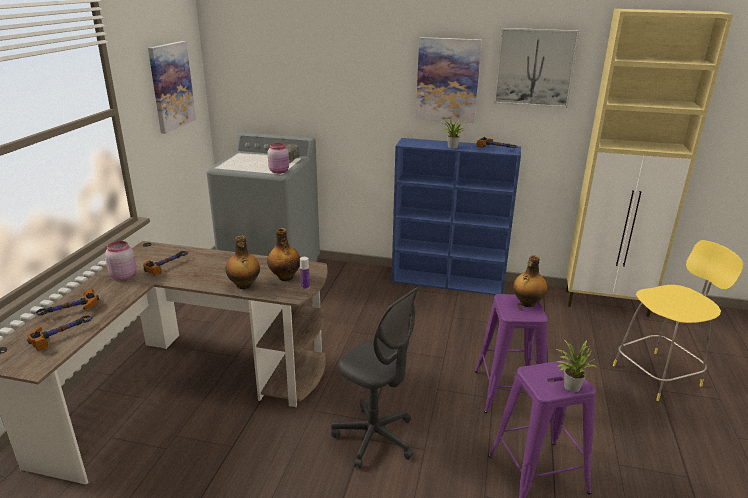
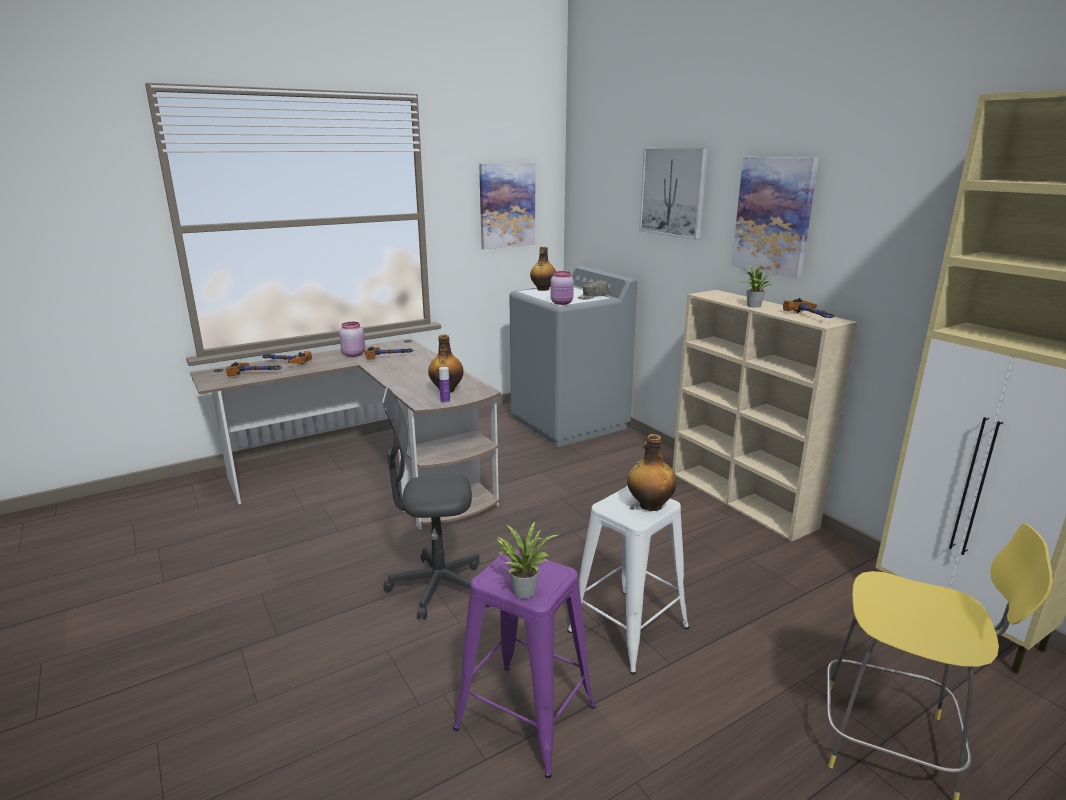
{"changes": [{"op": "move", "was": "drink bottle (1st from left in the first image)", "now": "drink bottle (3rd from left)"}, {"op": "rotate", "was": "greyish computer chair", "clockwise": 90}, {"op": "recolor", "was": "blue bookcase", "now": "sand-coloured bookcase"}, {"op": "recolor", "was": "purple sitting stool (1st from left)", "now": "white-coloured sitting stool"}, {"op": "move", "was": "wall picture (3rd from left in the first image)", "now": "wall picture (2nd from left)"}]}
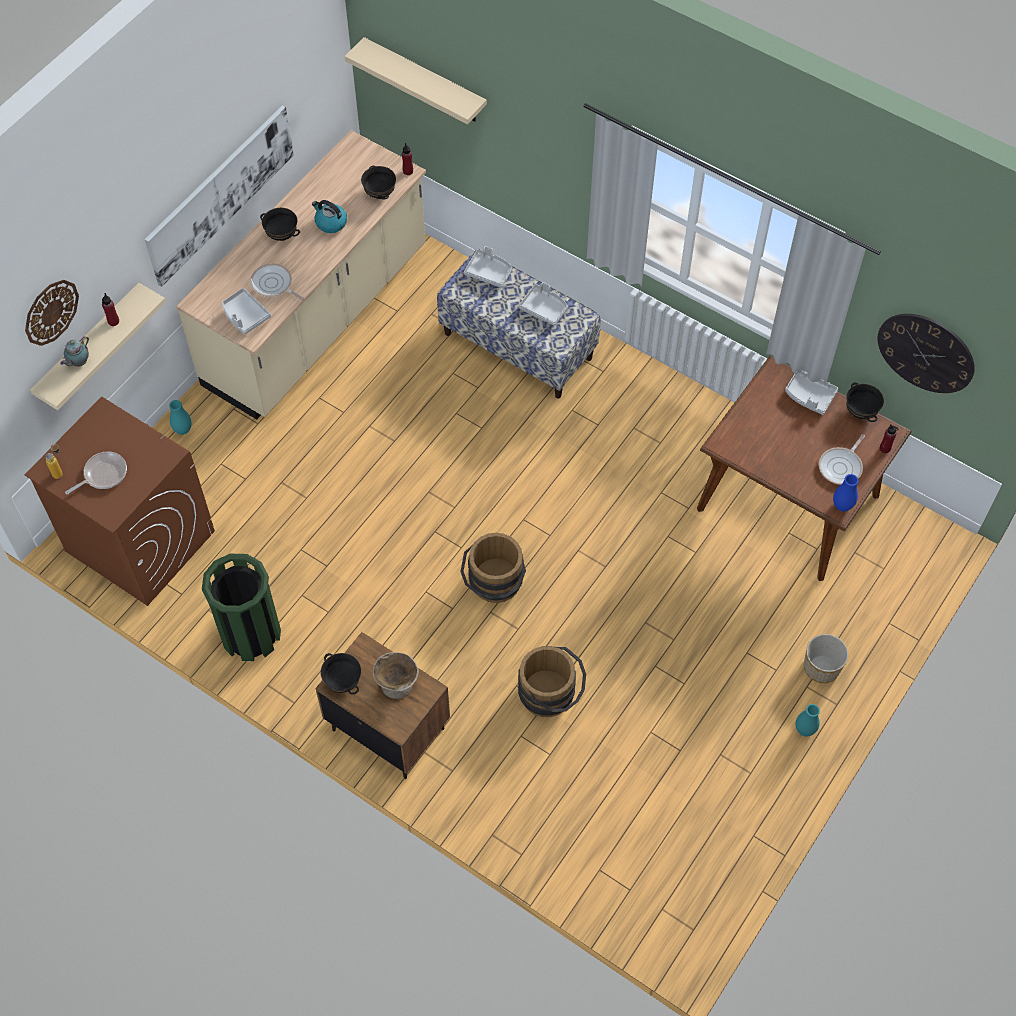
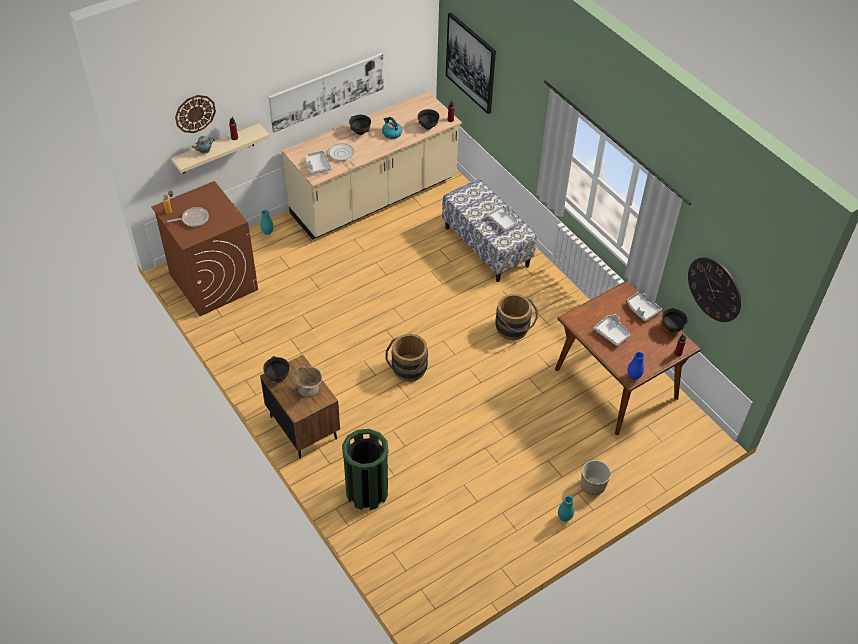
{"changes": [{"op": "move", "was": "green-coloured waste bin"}, {"op": "replace", "was": "sand-coloured wall shelf (2nd from left)", "now": "wall picture (2nd from left)"}, {"op": "move", "was": "greyish carrying tray (2nd from left in the first image)", "now": "greyish carrying tray (3rd from left)"}, {"op": "move", "was": "brownish water bucket (2nd from left)"}, {"op": "delete", "was": "pan (3rd from left)"}]}
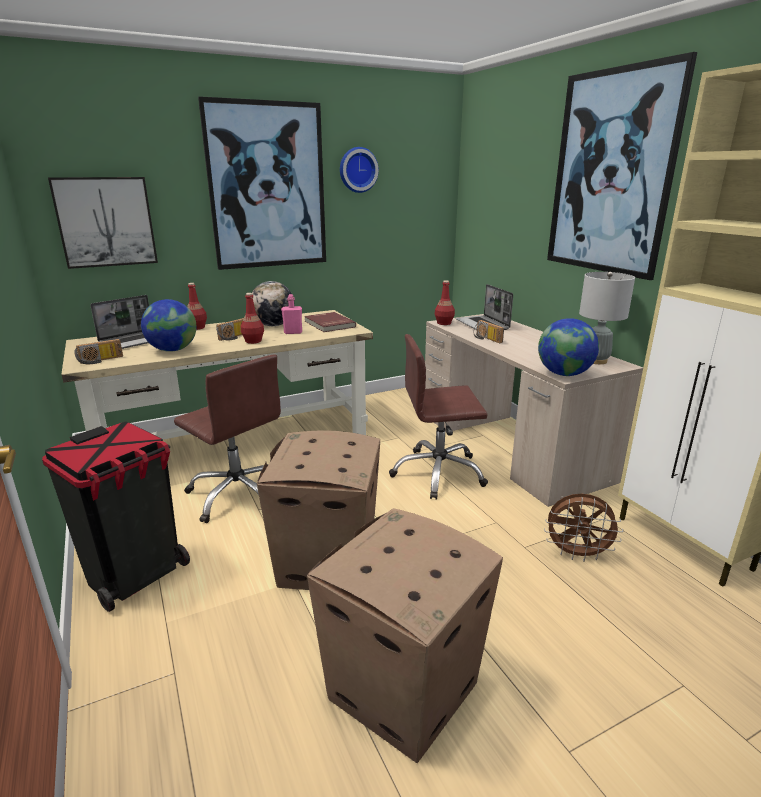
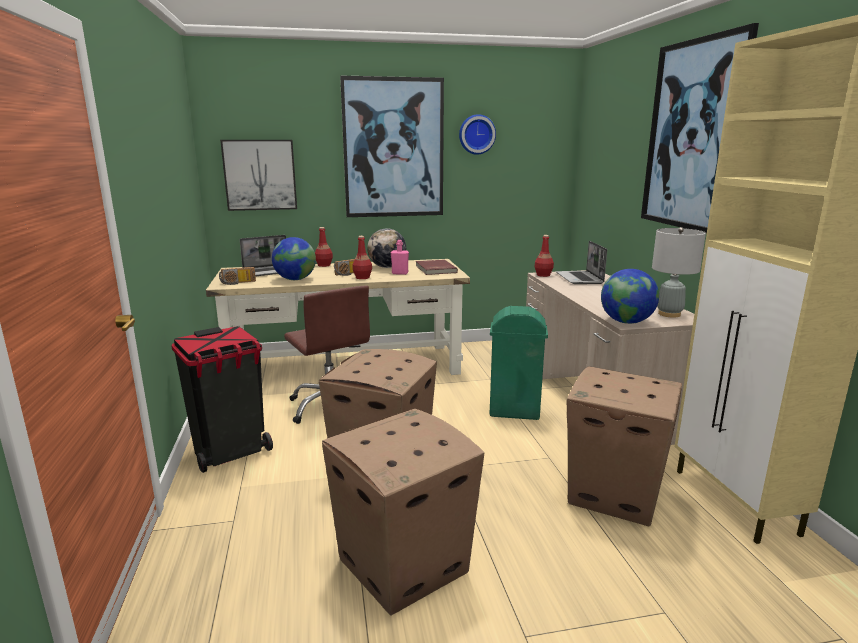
{"changes": [{"op": "replace", "was": "brownish computer chair (2nd from left)", "now": "green-coloured waste bin"}, {"op": "delete", "was": "radio set (3rd from left)"}, {"op": "replace", "was": "brownish cooling fan", "now": "carton (3rd from left)"}]}
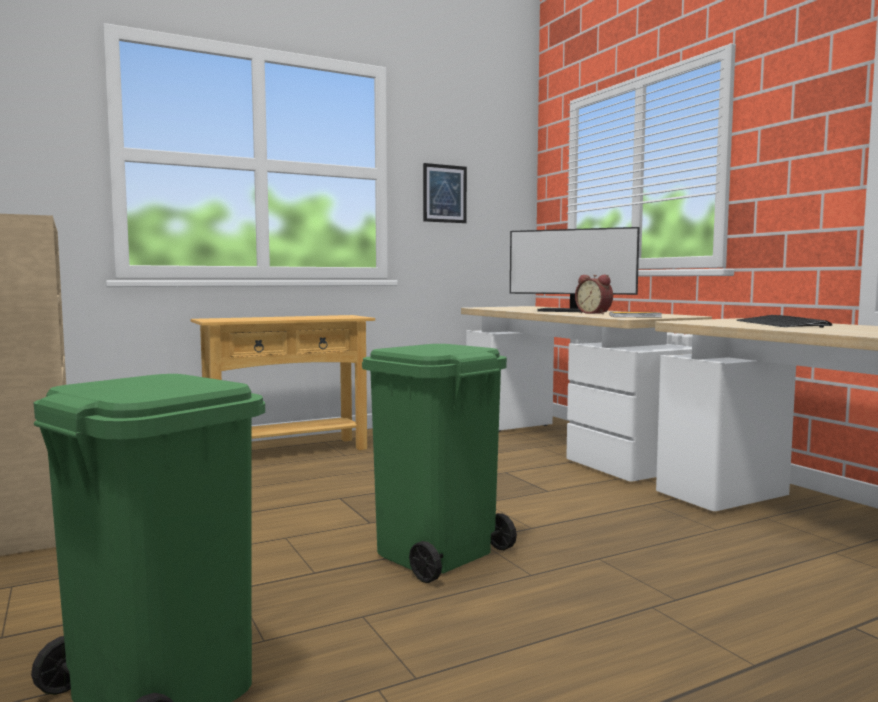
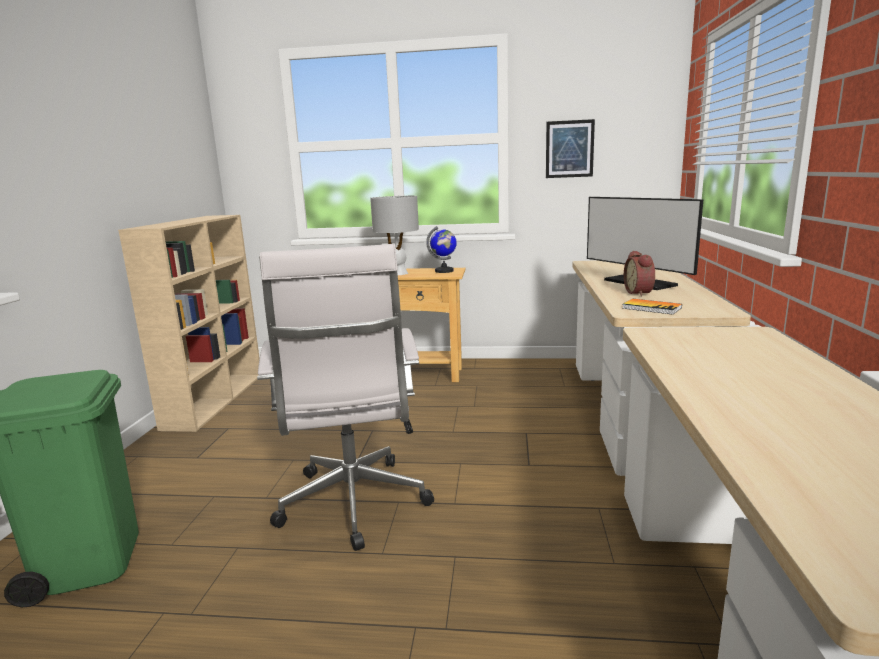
{"changes": [{"op": "replace", "was": "green-coloured waste bin (2nd from left)", "now": "white-coloured computer chair"}, {"op": "delete", "was": "computer keyboard"}, {"op": "insert", "now": "greyish table lamp"}, {"op": "insert", "now": "globe"}]}
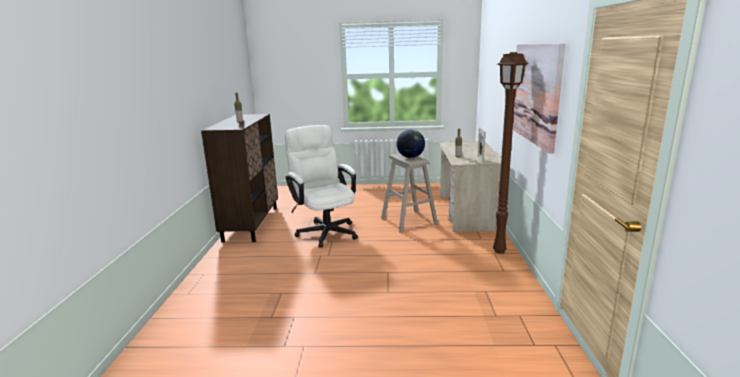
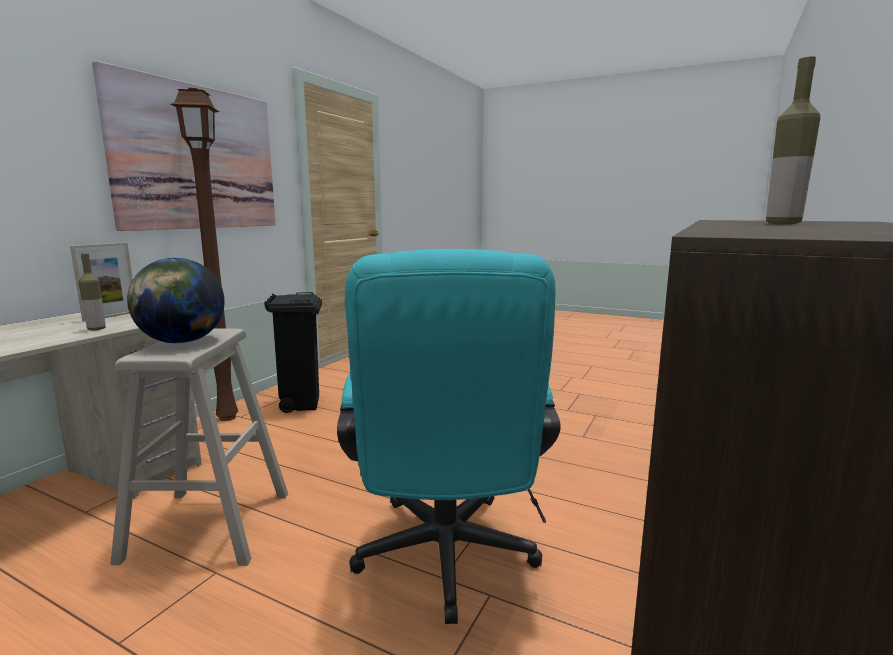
{"changes": [{"op": "recolor", "was": "white-coloured computer chair", "now": "turquoise-coloured computer chair"}, {"op": "insert", "now": "blackish waste bin"}]}
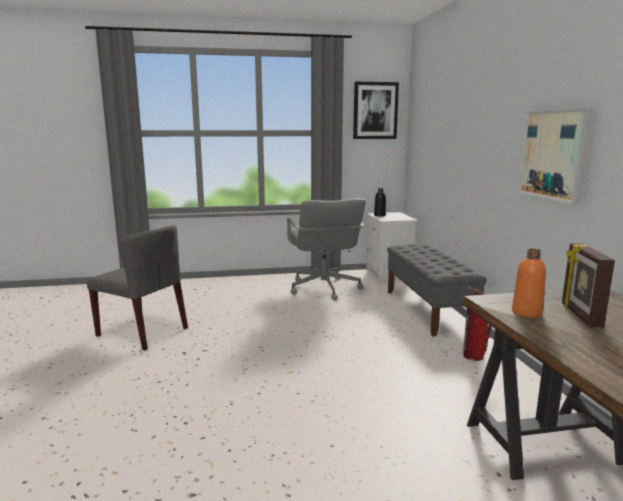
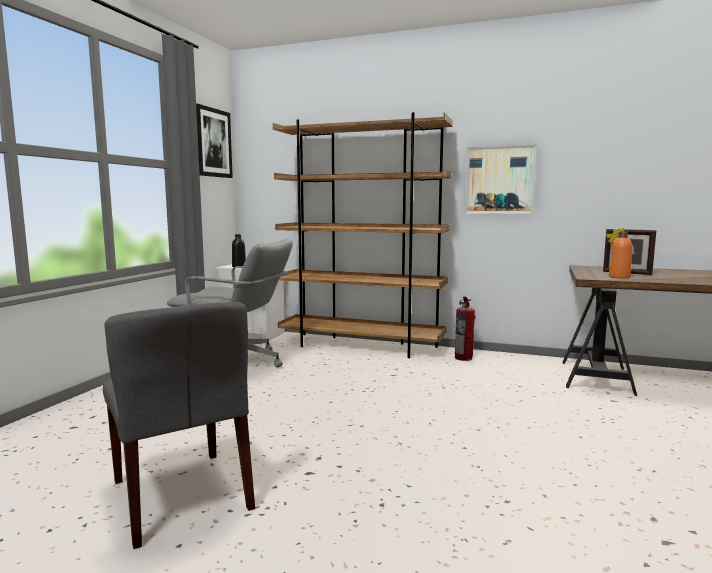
{"changes": [{"op": "rotate", "was": "greyish chair", "clockwise": 90}, {"op": "replace", "was": "greyish indoor bench", "now": "brownish bookcase"}]}
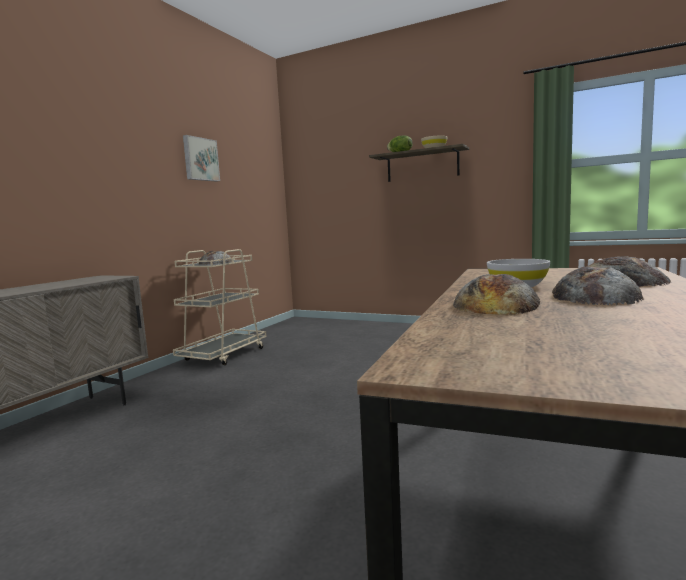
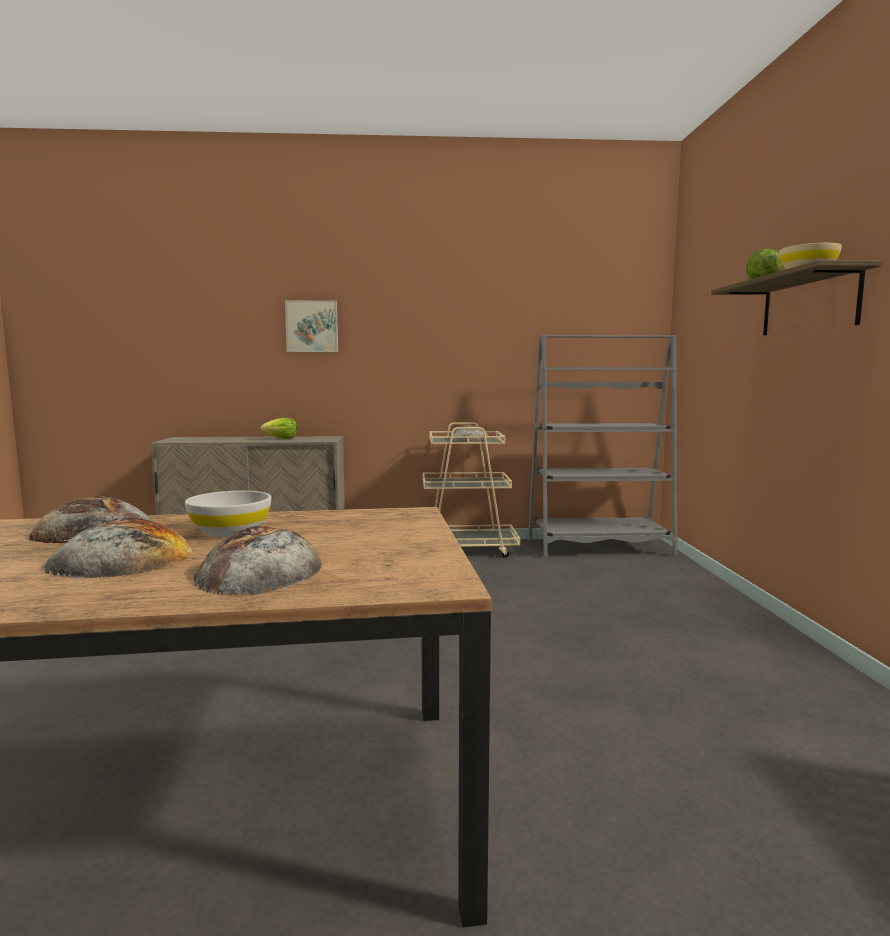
{"changes": [{"op": "move", "was": "wall picture"}, {"op": "insert", "now": "lettuce head (1st from left)"}, {"op": "insert", "now": "greyish bookcase"}]}
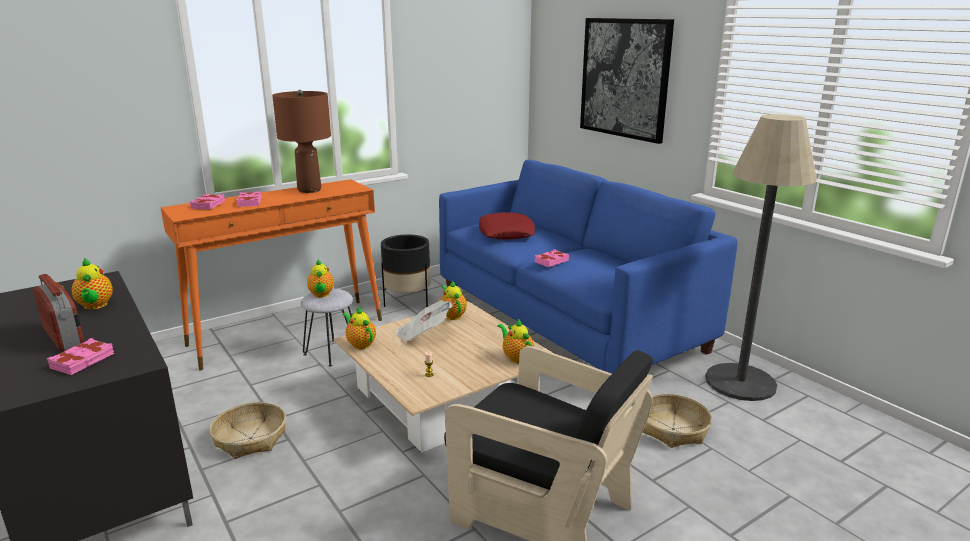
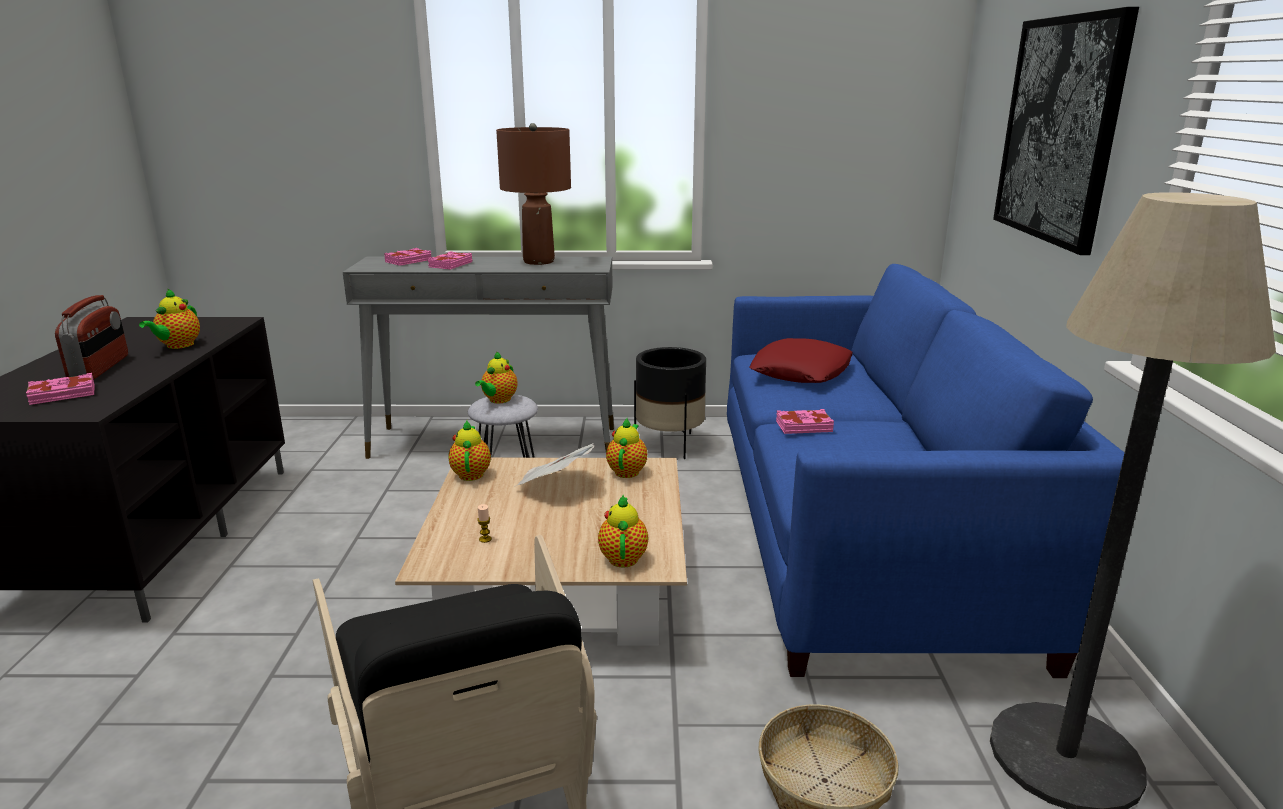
{"changes": [{"op": "recolor", "was": "orange hall table", "now": "greyish hall table"}, {"op": "delete", "was": "household basket (1st from left)"}]}
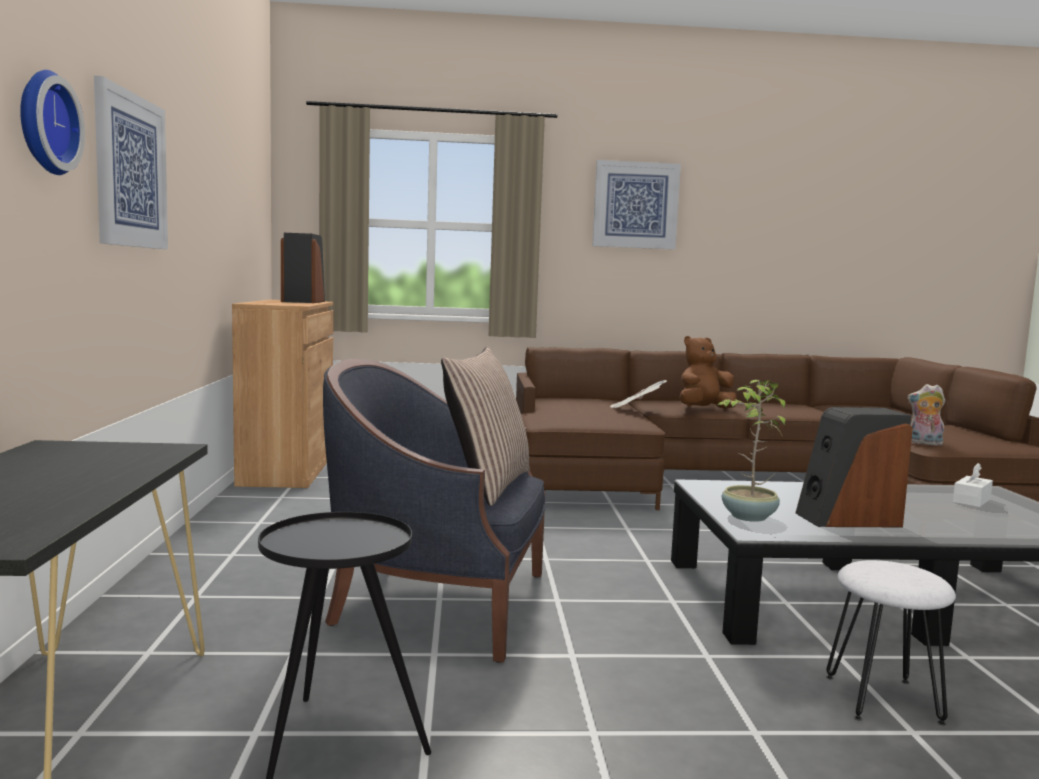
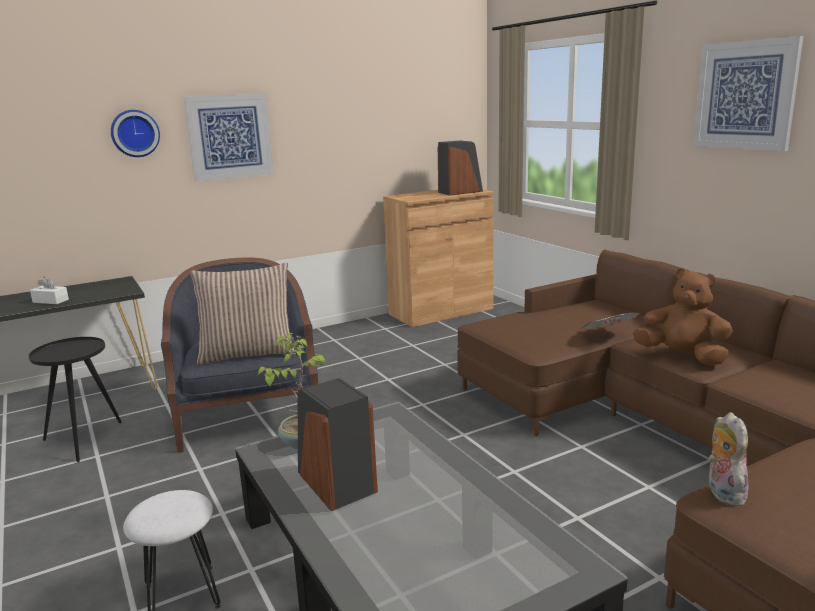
{"changes": [{"op": "move", "was": "white-coloured tissue box"}]}
